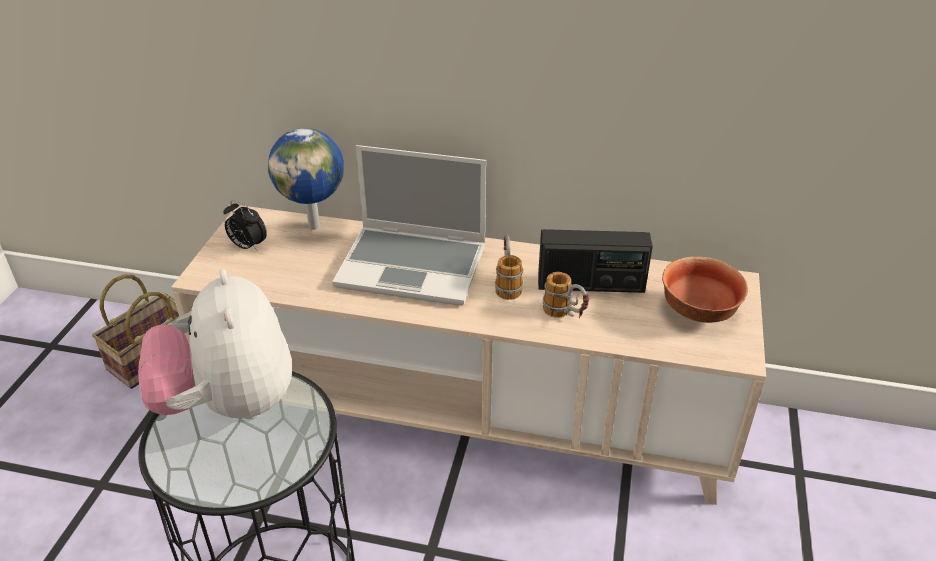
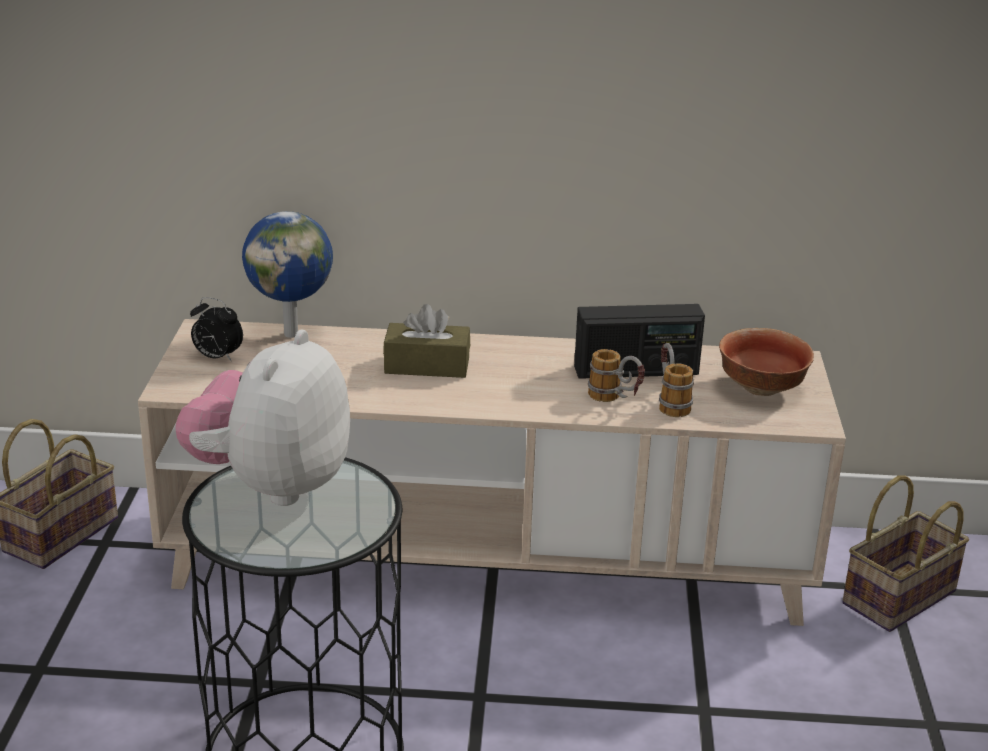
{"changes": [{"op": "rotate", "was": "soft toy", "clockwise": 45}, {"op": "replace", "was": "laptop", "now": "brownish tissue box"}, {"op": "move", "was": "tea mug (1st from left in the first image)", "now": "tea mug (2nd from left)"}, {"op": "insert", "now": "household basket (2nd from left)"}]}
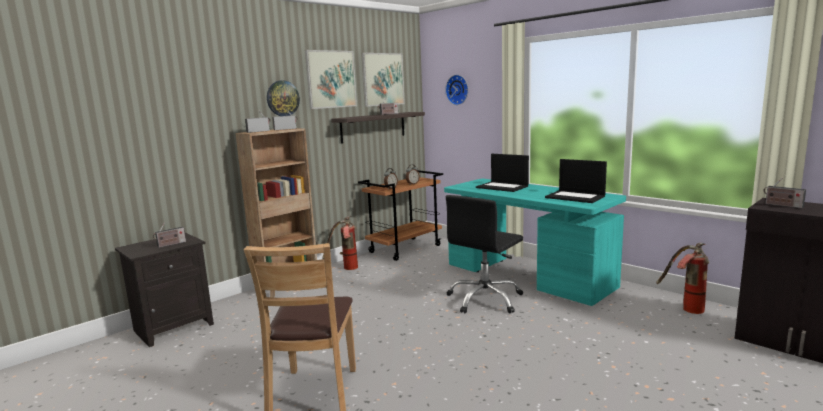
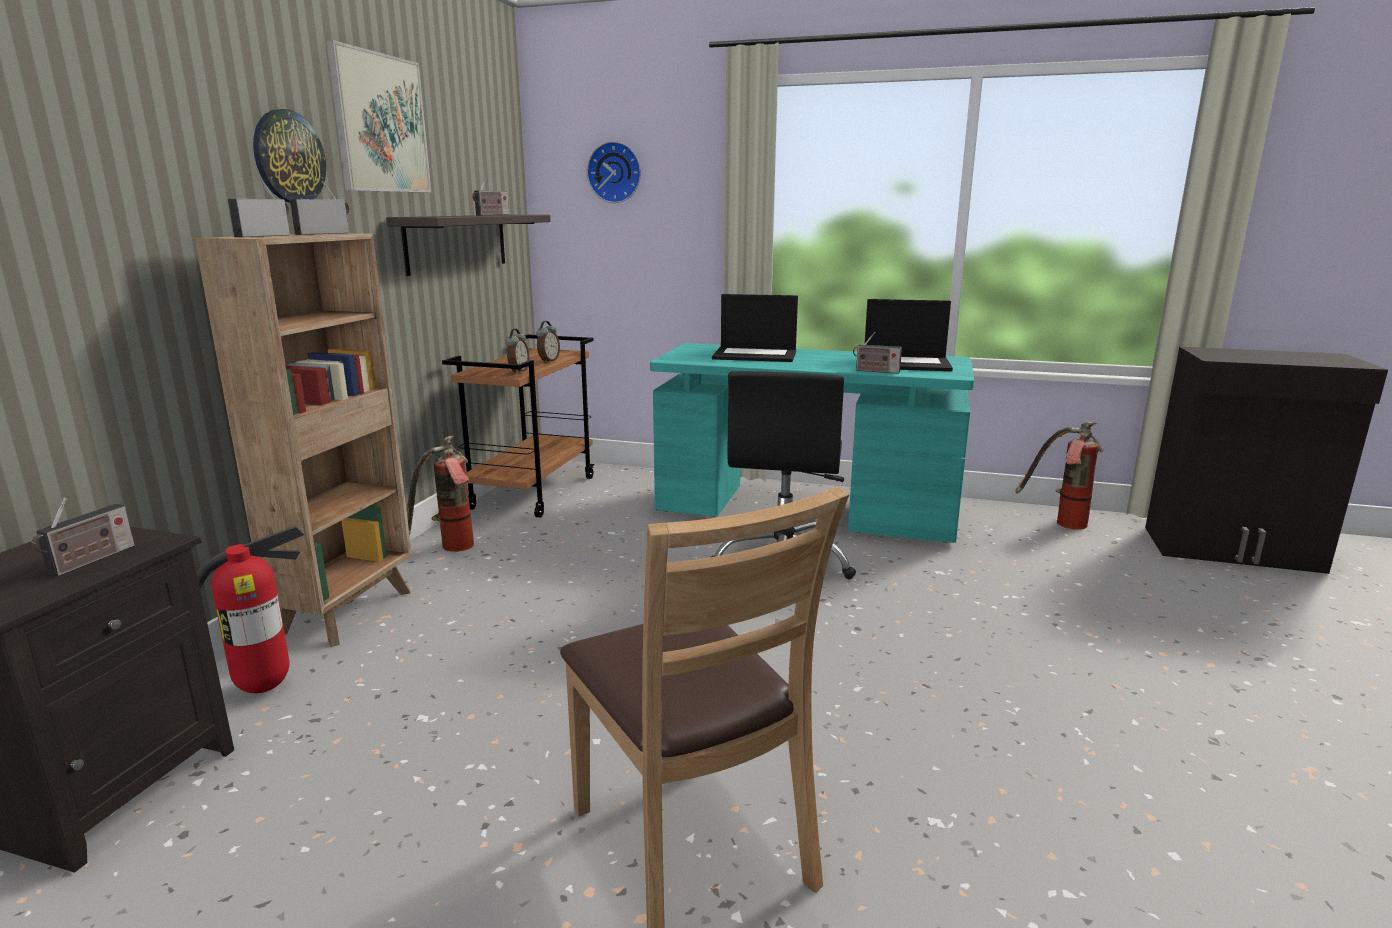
{"changes": [{"op": "delete", "was": "wall picture (2nd from left)"}, {"op": "move", "was": "radio set (5th from left)"}, {"op": "insert", "now": "fire-fighting cylinder (1st from left)"}]}
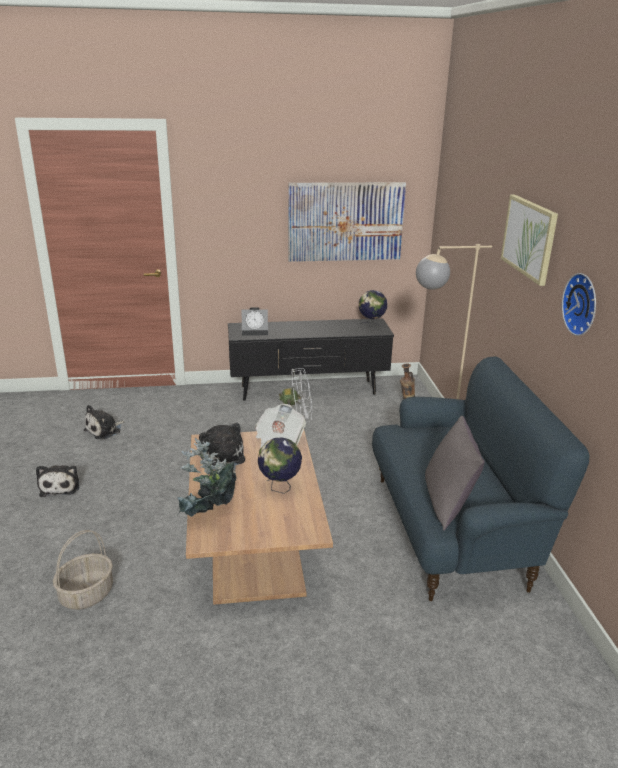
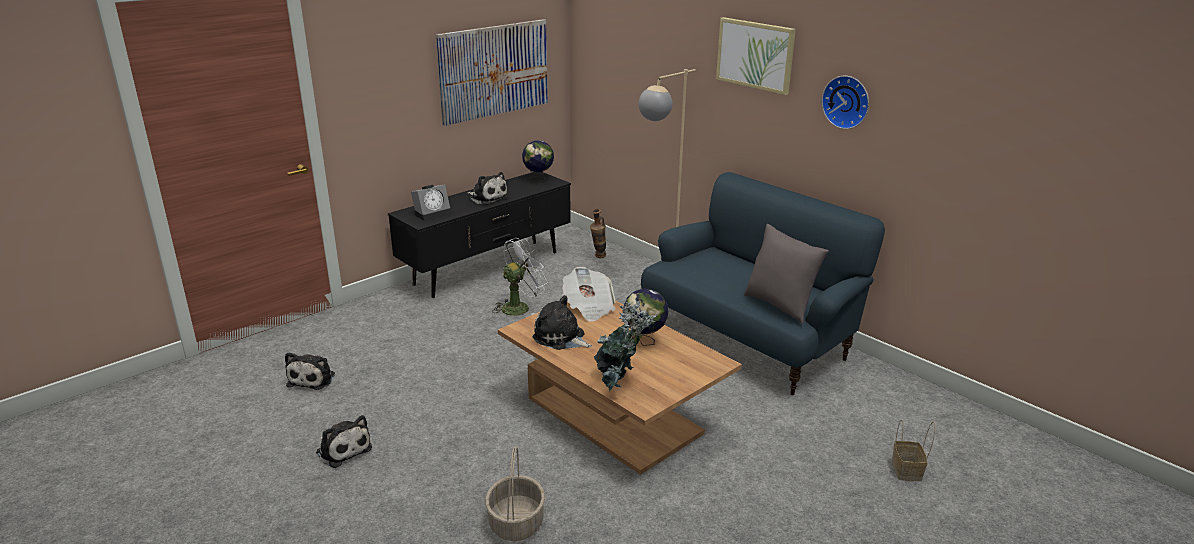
{"changes": [{"op": "insert", "now": "soft toy (3rd from left)"}, {"op": "insert", "now": "household basket (2nd from left)"}]}
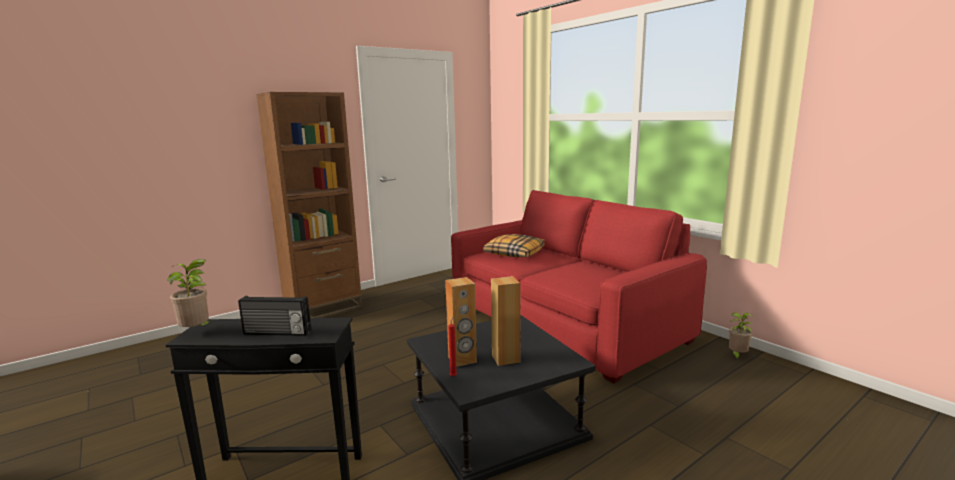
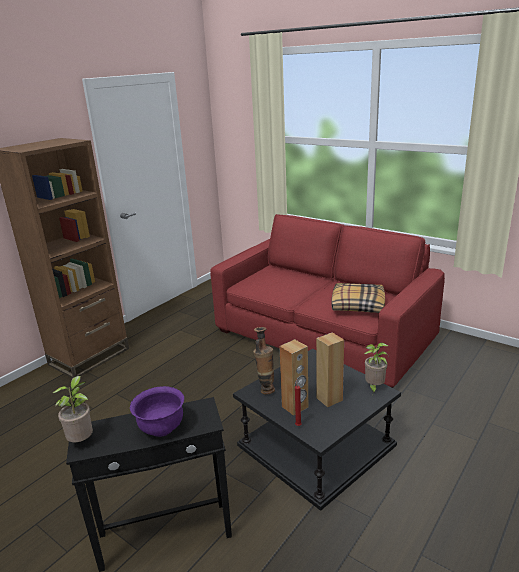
{"changes": [{"op": "replace", "was": "radio set", "now": "purple bowl"}, {"op": "move", "was": "cushion"}, {"op": "move", "was": "houseplant (2nd from left)"}, {"op": "insert", "now": "decorative vase"}]}
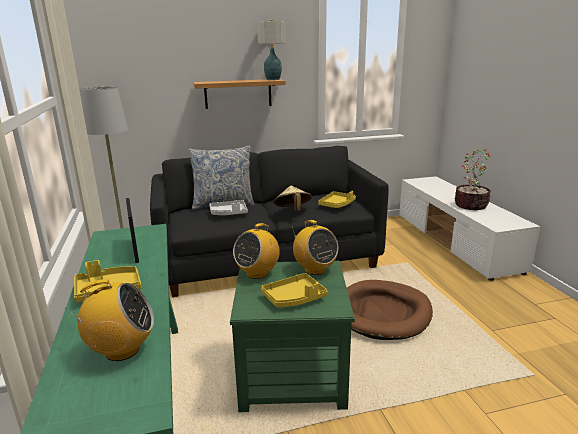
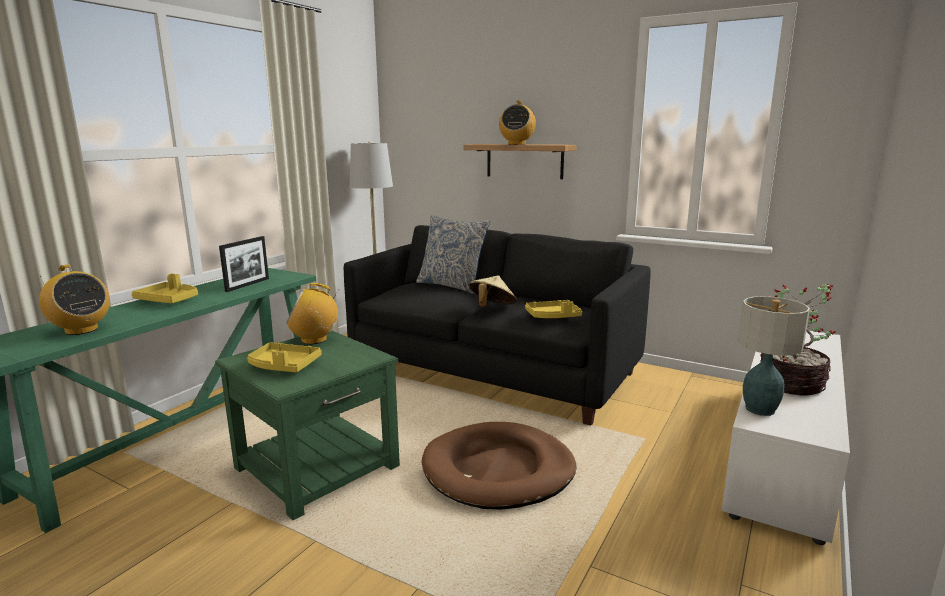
{"changes": [{"op": "delete", "was": "greyish carrying tray"}, {"op": "move", "was": "table lamp"}, {"op": "move", "was": "radio set (3rd from left)"}]}
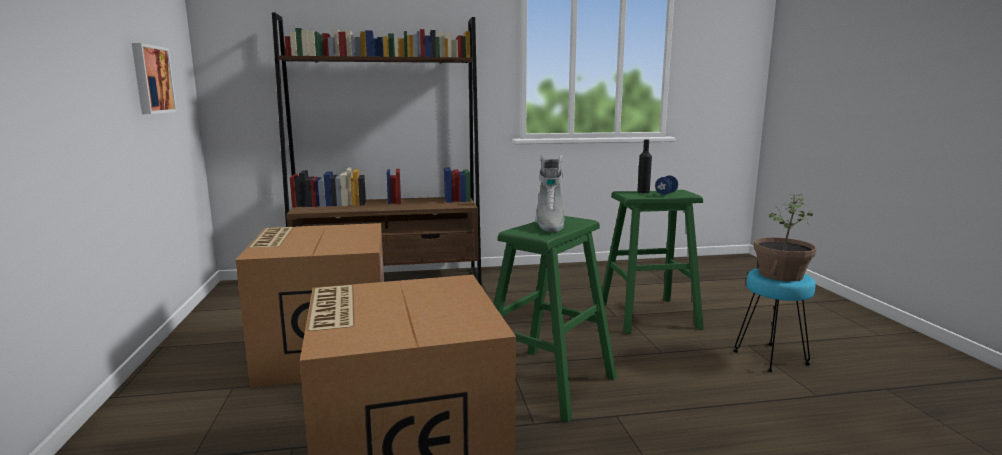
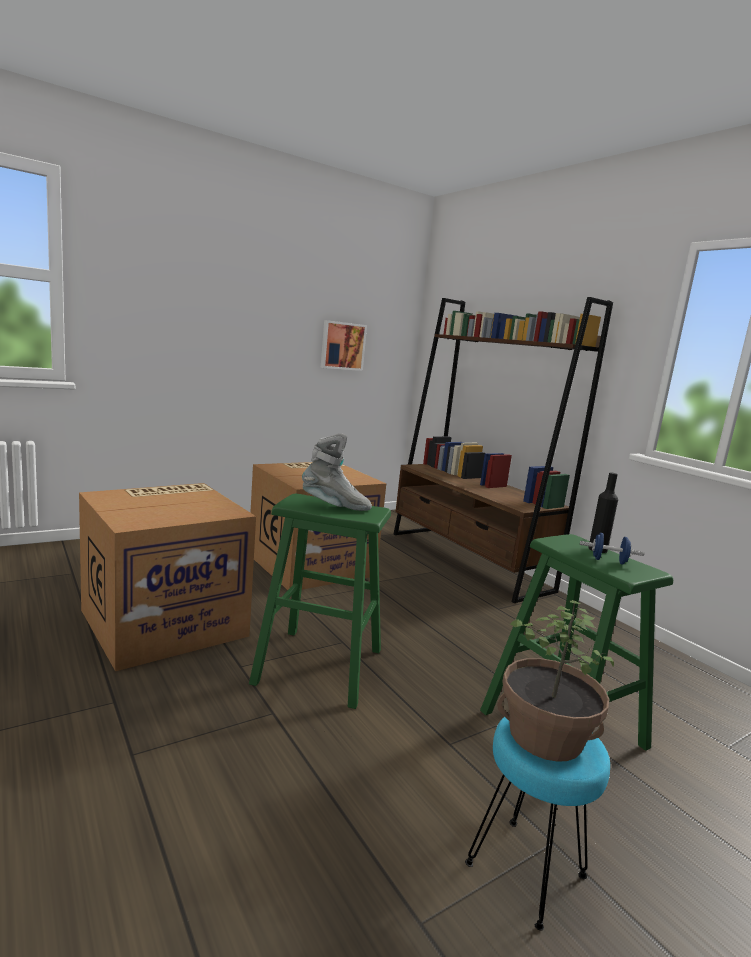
{"changes": [{"op": "rotate", "was": "greyish tall boot", "clockwise": -150}]}
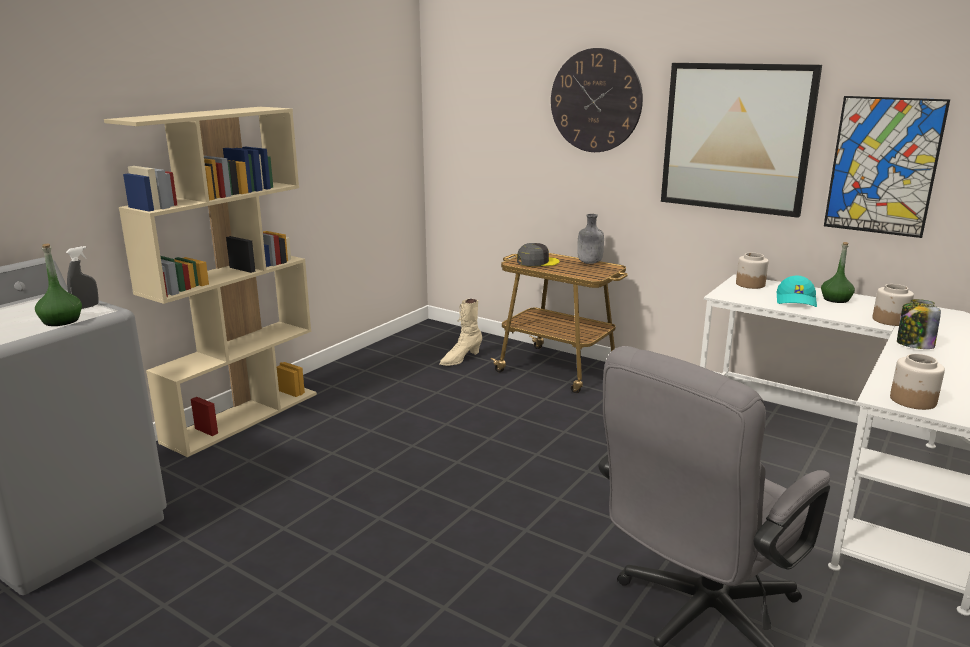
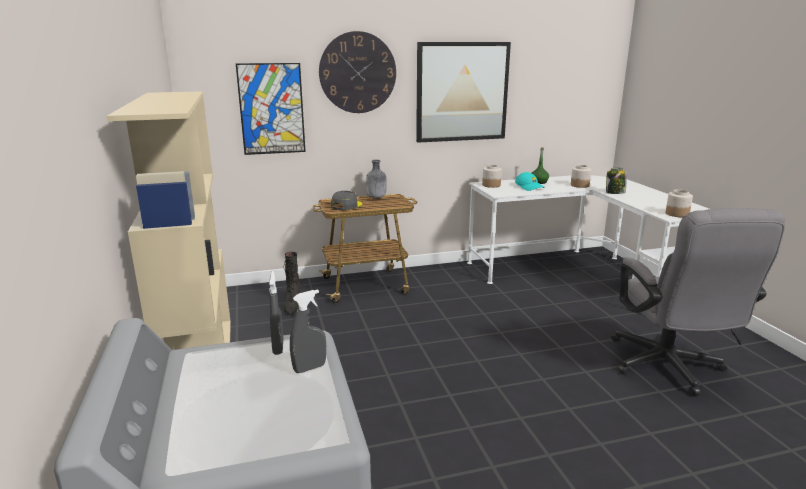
{"changes": [{"op": "replace", "was": "green-coloured drink bottle (1st from left)", "now": "greyish spray bottle (2nd from left)"}, {"op": "recolor", "was": "sand-coloured tall boot", "now": "blackish tall boot"}, {"op": "move", "was": "wall picture (2nd from left in the first image)", "now": "wall picture (1st from left)"}]}
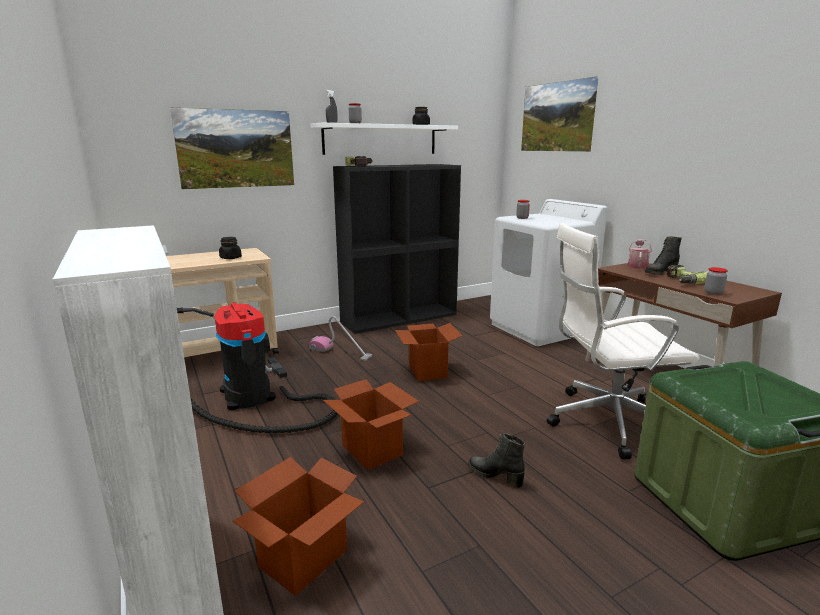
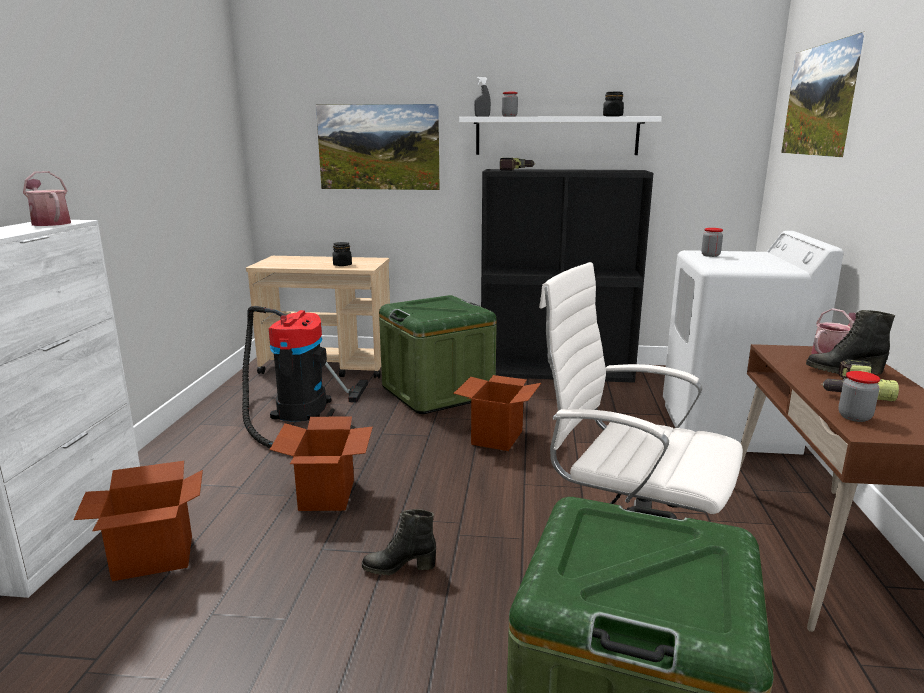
{"changes": [{"op": "replace", "was": "vacuum cleaner (2nd from left)", "now": "green-coloured storage container (1st from left)"}, {"op": "rotate", "was": "blackish tall boot (1st from left)", "clockwise": -75}, {"op": "insert", "now": "watering pot (1st from left)"}]}
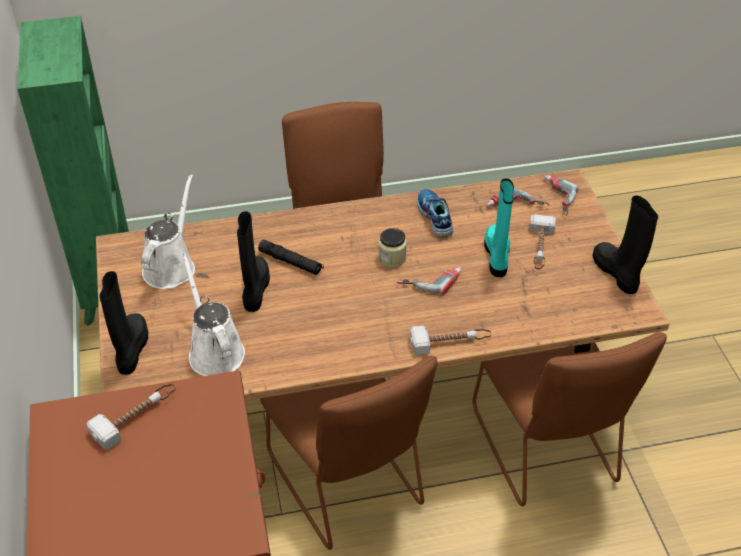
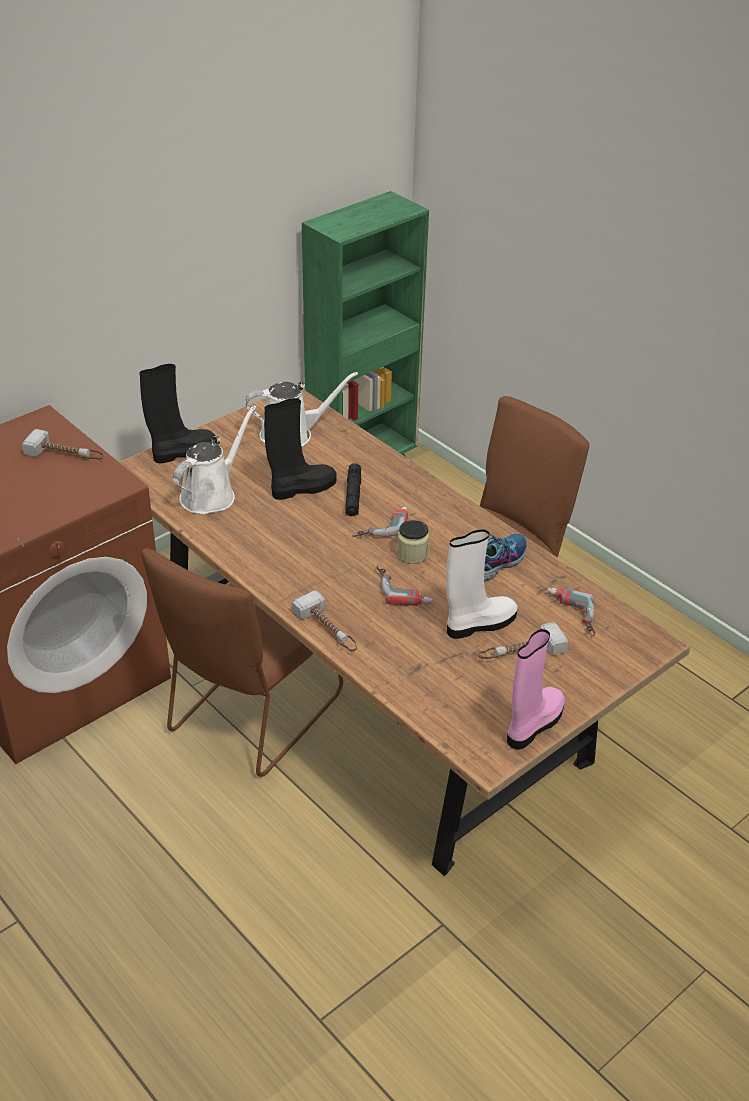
{"changes": [{"op": "delete", "was": "brownish chair (3rd from left)"}, {"op": "recolor", "was": "turquoise-coloured tall boot", "now": "white-coloured tall boot"}, {"op": "move", "was": "power drill (3rd from left in the first image)", "now": "power drill (1st from left)"}, {"op": "recolor", "was": "blackish tall boot (3rd from left)", "now": "pink tall boot"}]}
